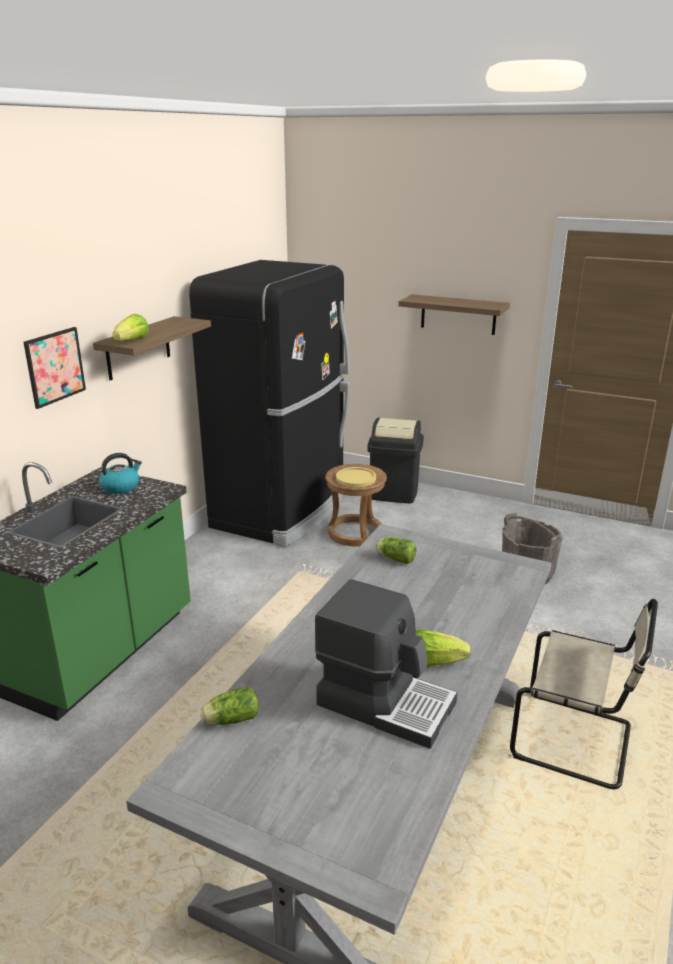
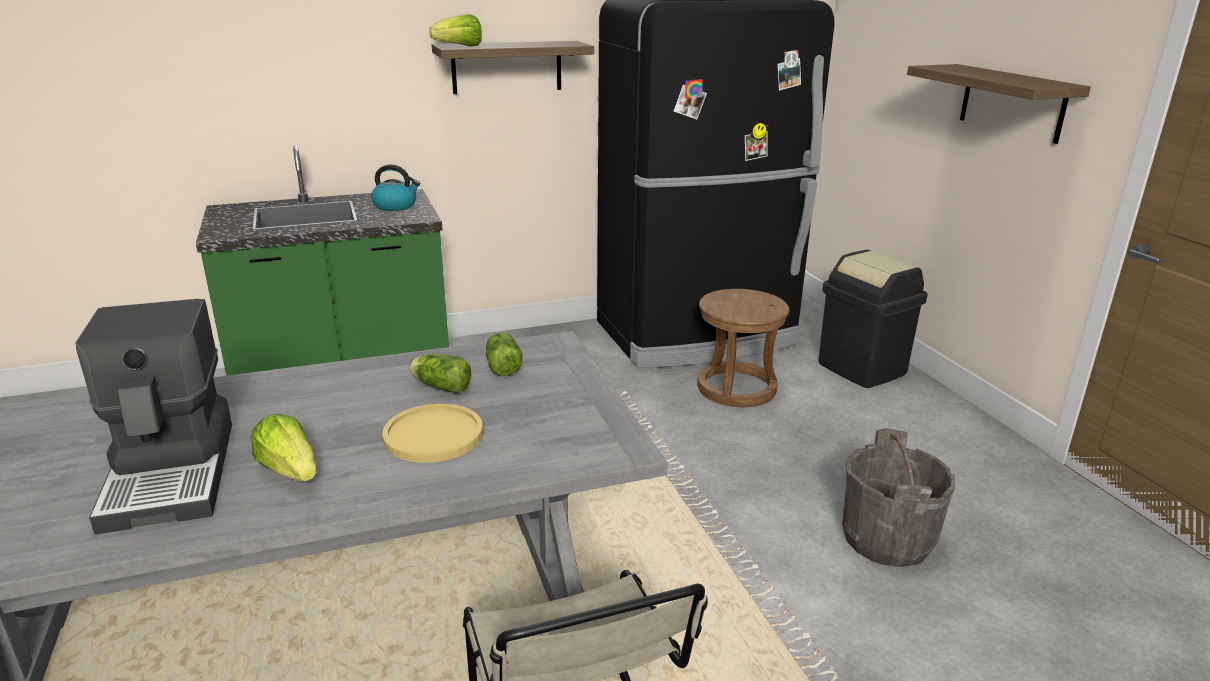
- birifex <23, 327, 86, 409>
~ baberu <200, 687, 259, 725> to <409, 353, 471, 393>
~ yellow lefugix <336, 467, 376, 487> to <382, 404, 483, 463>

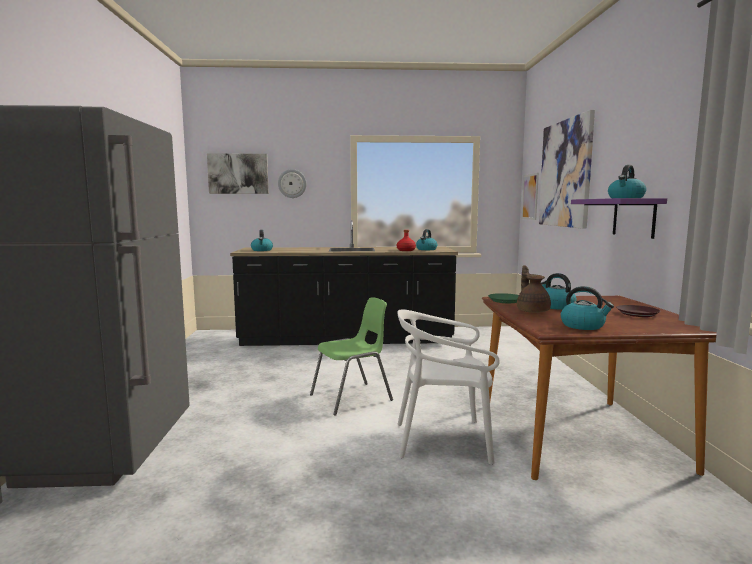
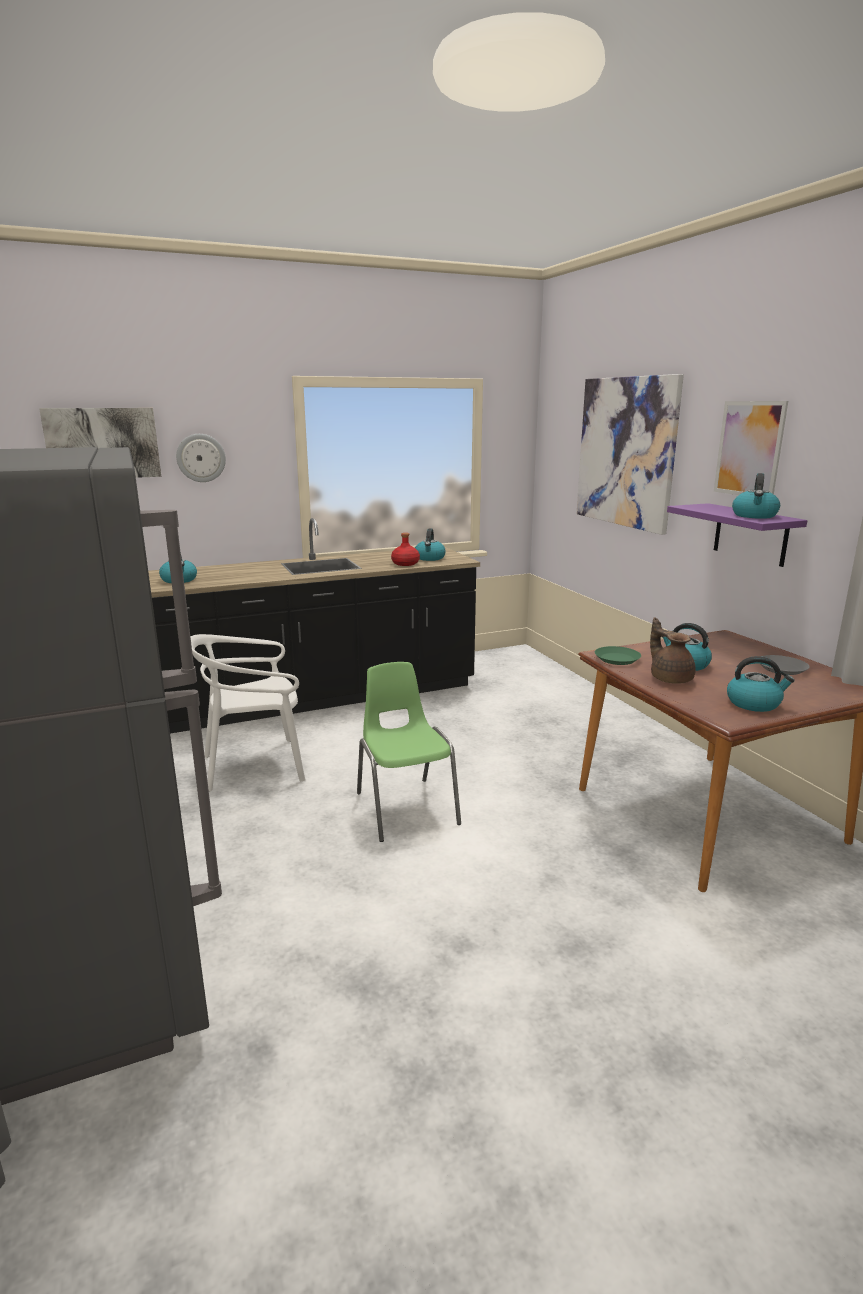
~ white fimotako <397, 310, 500, 465> to <191, 634, 306, 792>
~ birifex <522, 173, 539, 220> to <714, 401, 788, 495>
~ brown lefugix <616, 305, 660, 317> to grey lefugix <761, 655, 809, 675>
~ green fimotako <310, 297, 393, 416> = <357, 662, 461, 842> 60 degrees counterclockwise

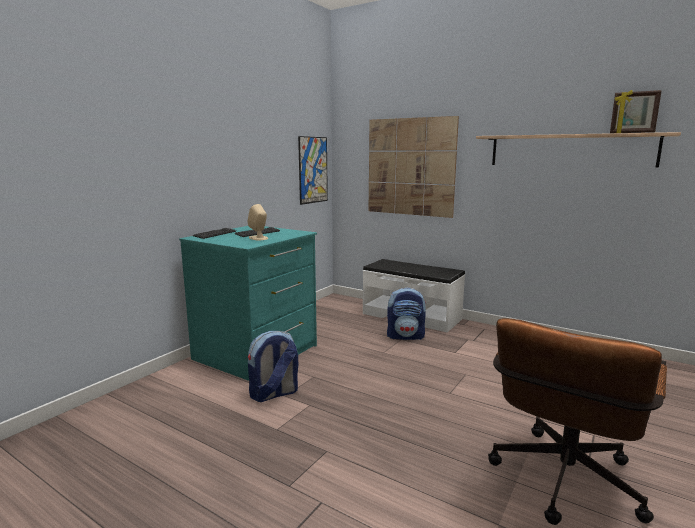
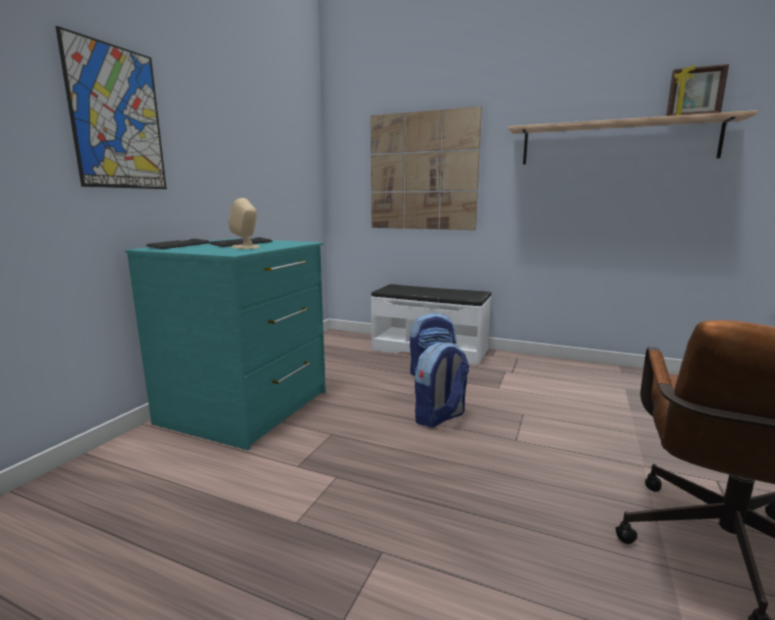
~ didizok <248, 331, 298, 402> to <415, 342, 469, 428>
~ birifex <298, 136, 328, 205> to <55, 26, 167, 189>

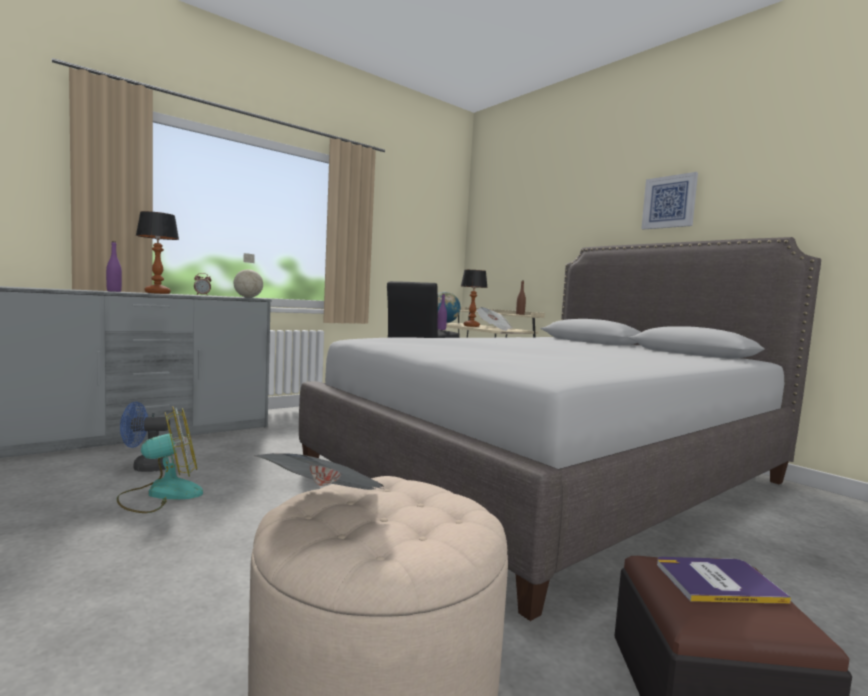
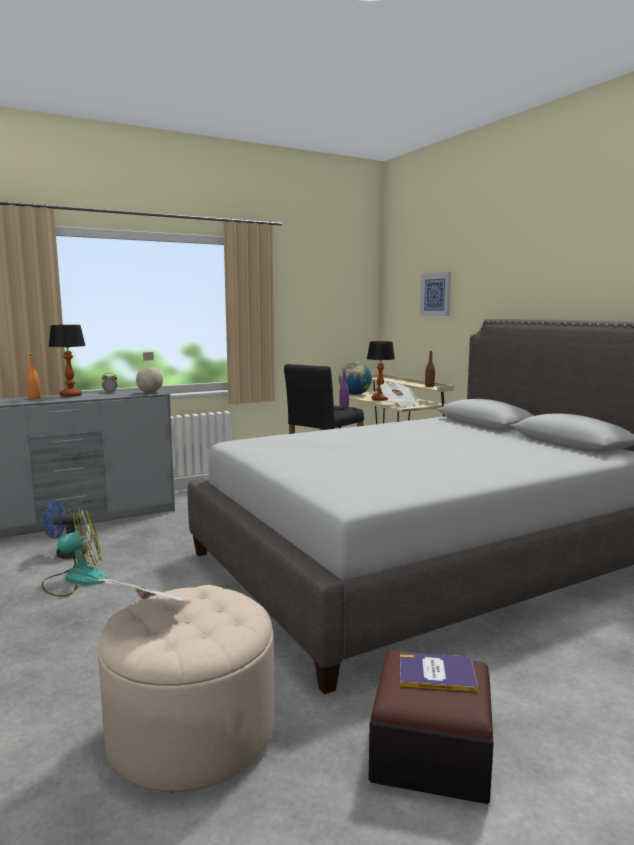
~ birifex <641, 172, 698, 230> to <420, 272, 451, 316>
~ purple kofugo <106, 241, 122, 292> to orange kofugo <27, 355, 40, 399>

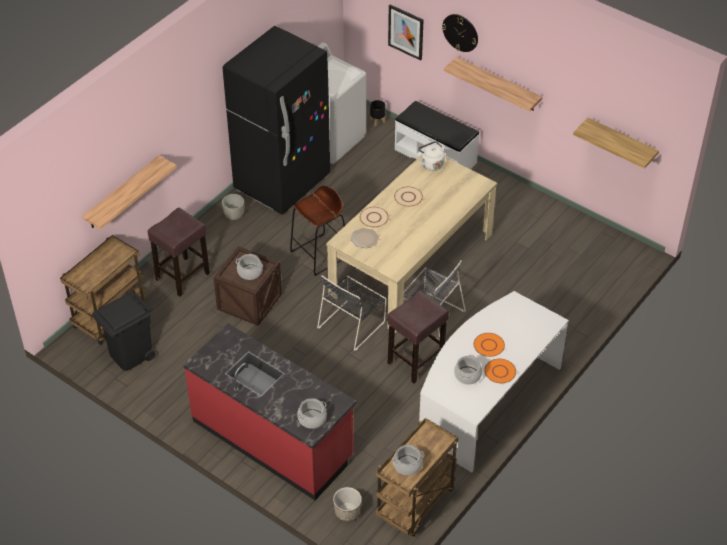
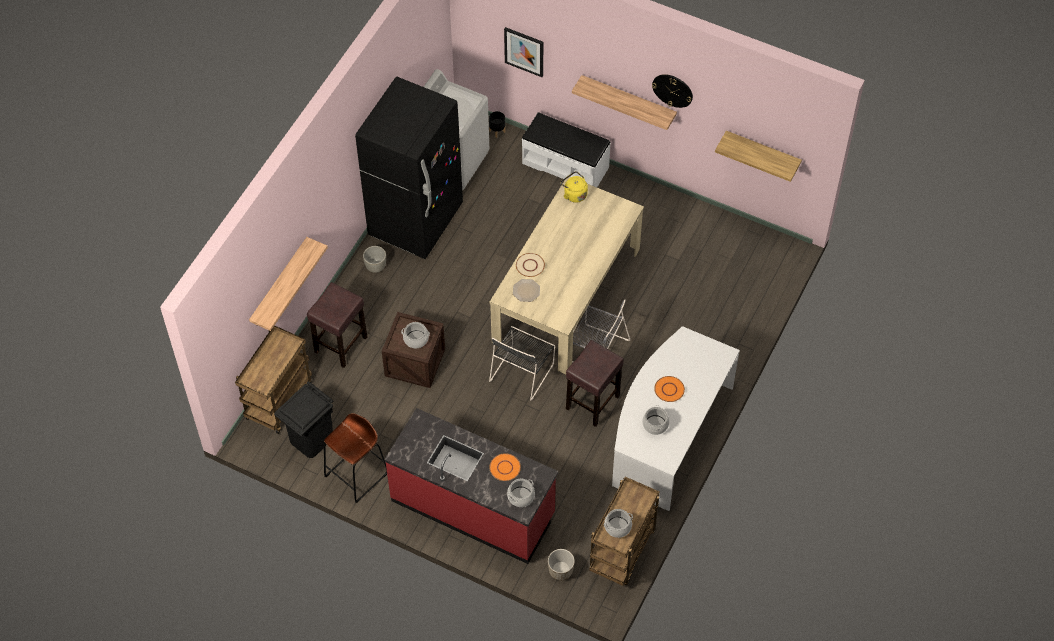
- beige lefugix <394, 186, 423, 207>
~ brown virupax <290, 185, 345, 276> to <324, 413, 387, 503>
~ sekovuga <442, 14, 478, 52> to <652, 74, 693, 108>
~ orange lefugix <484, 359, 516, 383> to <489, 453, 521, 481>
~ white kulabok <418, 141, 445, 171> to yellow kulabok <560, 171, 588, 203>

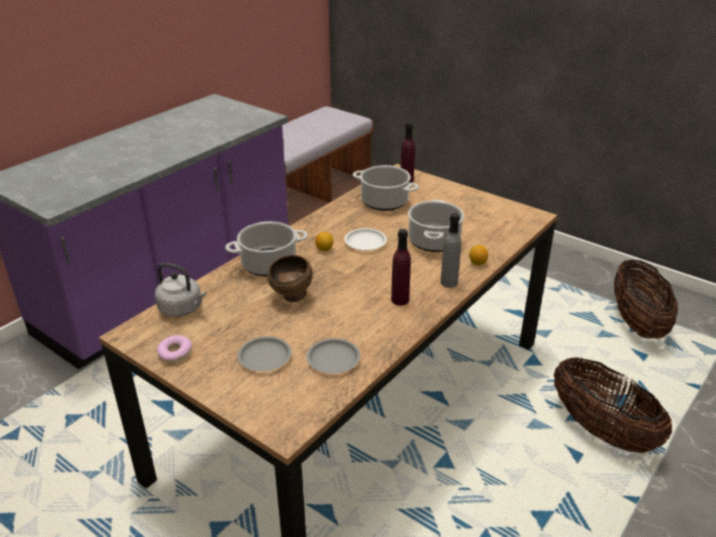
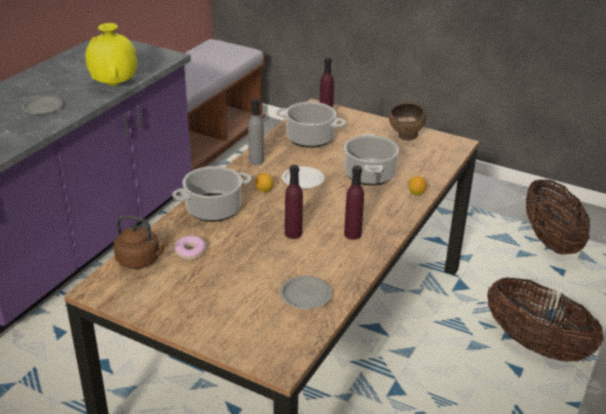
+ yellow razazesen <85, 23, 137, 86>
+ purple kofugo <285, 165, 303, 239>
~ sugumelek <157, 335, 192, 363> to <175, 236, 206, 260>
~ grey lefugix <237, 336, 292, 371> to <22, 96, 63, 115>
~ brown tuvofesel <267, 255, 313, 302> to <389, 103, 426, 141>
~ grey kofugo <441, 213, 461, 288> to <248, 98, 264, 165>
~ grey kulabok <155, 263, 206, 317> to brown kulabok <113, 215, 168, 269>

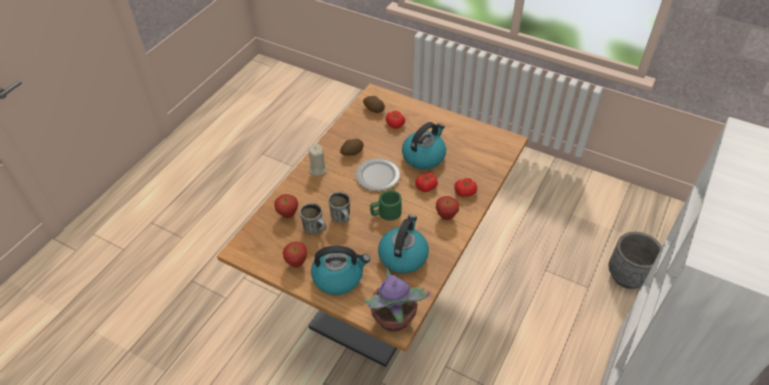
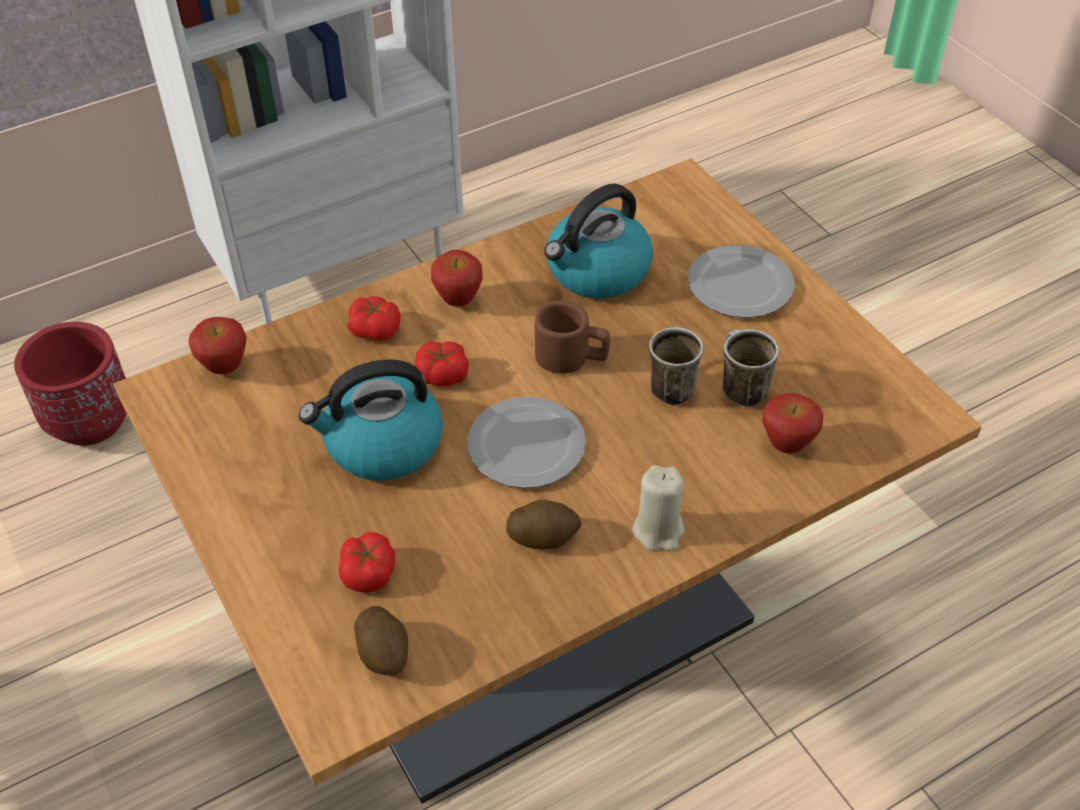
- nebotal <363, 268, 430, 332>
~ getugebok <283, 241, 307, 268> to <188, 317, 247, 374>
~ kulabok <311, 246, 370, 295> to lefugix <688, 245, 794, 318>
~ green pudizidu <370, 190, 402, 221> to brown pudizidu <535, 301, 610, 374>
~ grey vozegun <609, 232, 662, 289> to red vozegun <14, 322, 127, 446>

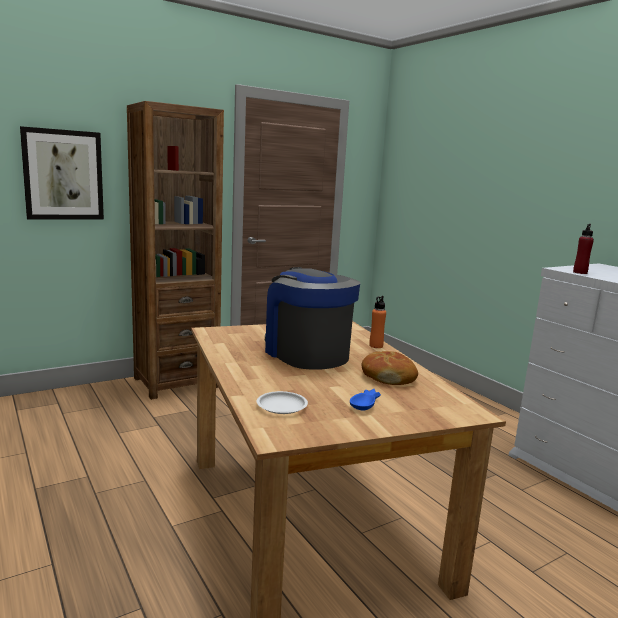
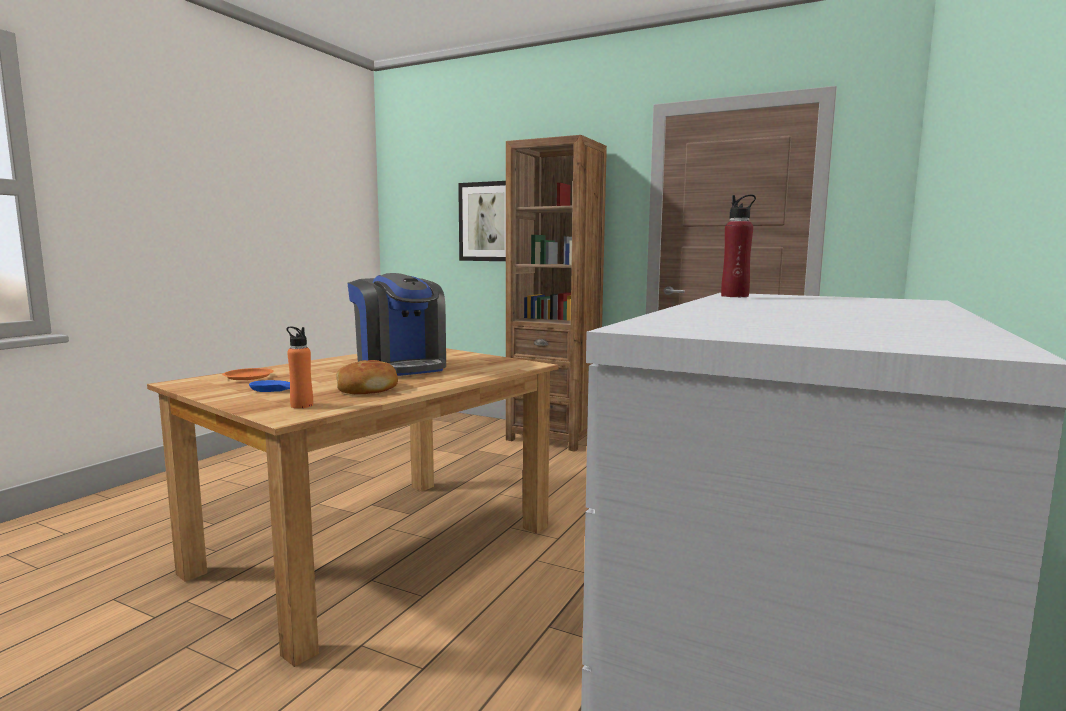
~ orange kofugo <369, 296, 386, 348> to <287, 326, 313, 408>
~ white lefugix <257, 391, 308, 414> to orange lefugix <222, 368, 274, 380>
~ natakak <265, 267, 360, 369> = <348, 273, 446, 376> 120 degrees clockwise

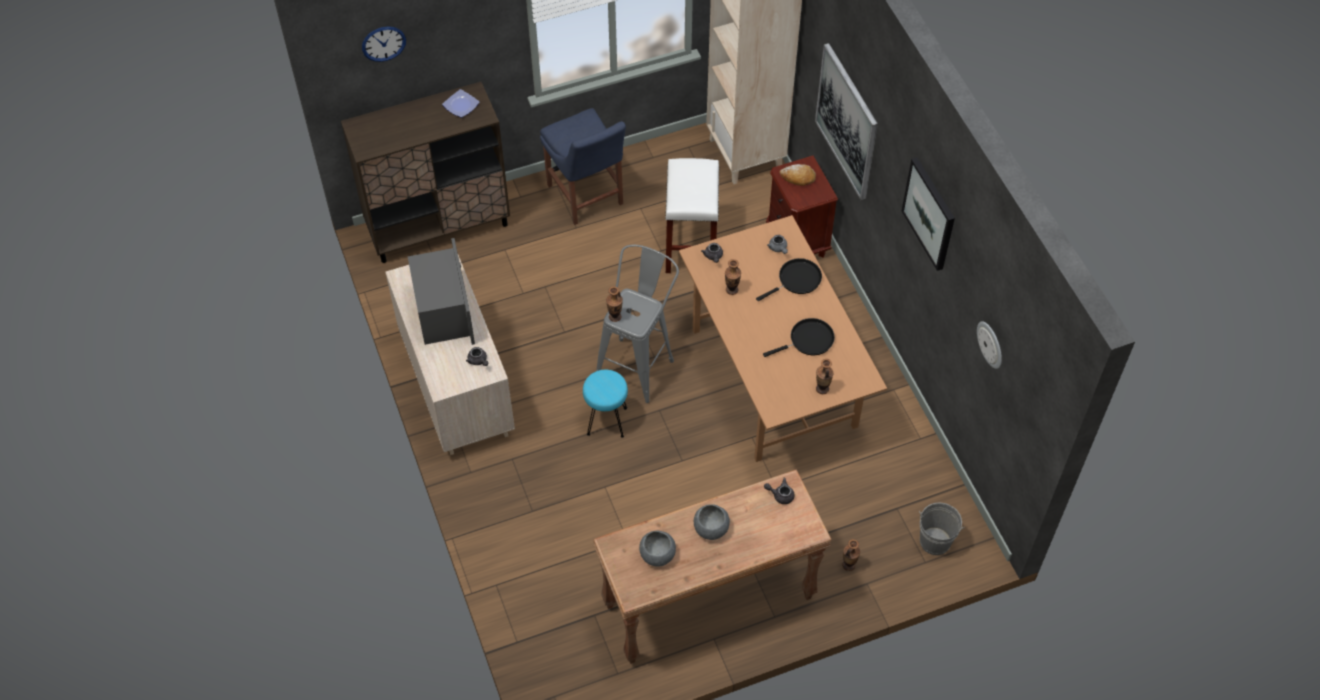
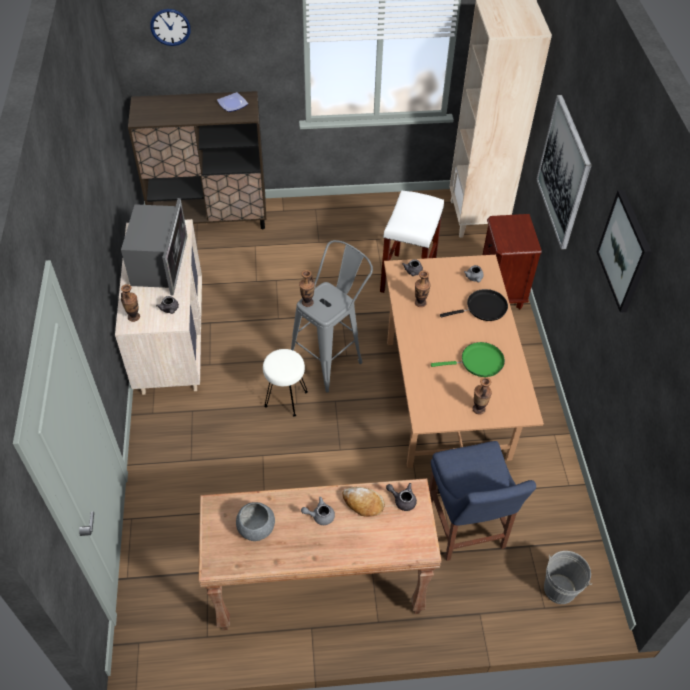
- sekovuga <977, 321, 1002, 369>
~ blue fimotako <540, 108, 626, 225> to <429, 441, 536, 561>
~ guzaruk <779, 164, 816, 186> to <342, 487, 385, 517>
~ razazesen <842, 539, 860, 571> to <121, 284, 140, 322>
~ grey tuvofesel <694, 504, 730, 540> to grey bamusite <301, 497, 335, 525>
~ turquoise virupax <583, 370, 628, 438> to white virupax <263, 349, 308, 417>
~ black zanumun <763, 318, 835, 357> to green zanumun <431, 342, 505, 377>

